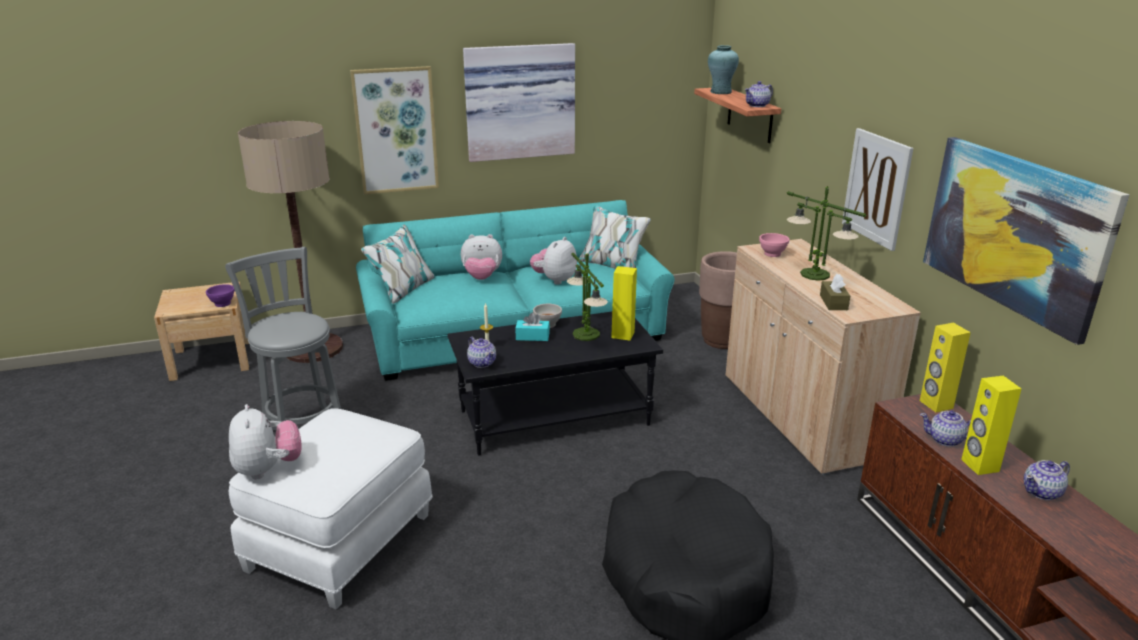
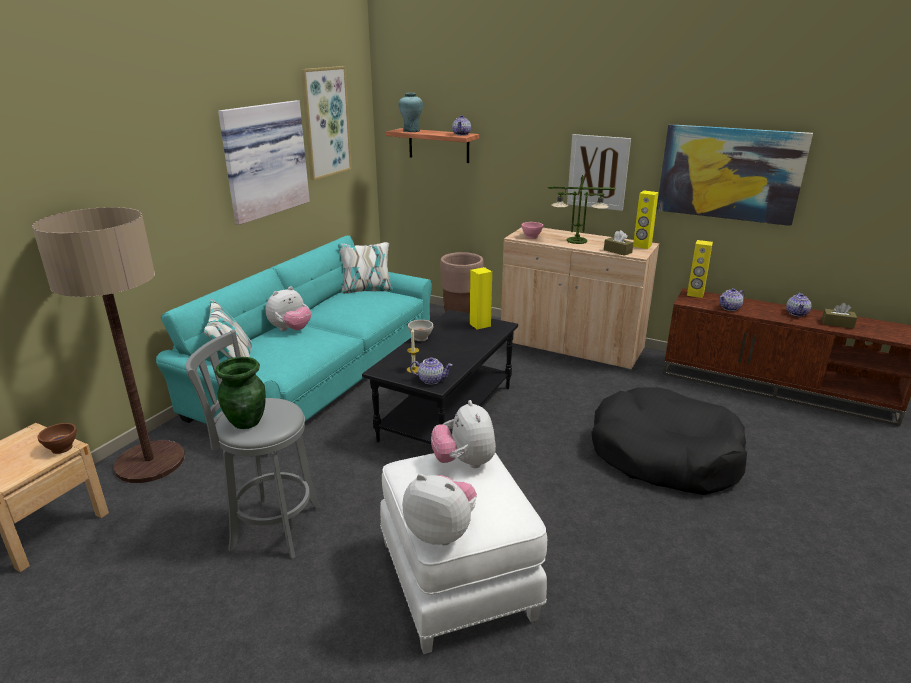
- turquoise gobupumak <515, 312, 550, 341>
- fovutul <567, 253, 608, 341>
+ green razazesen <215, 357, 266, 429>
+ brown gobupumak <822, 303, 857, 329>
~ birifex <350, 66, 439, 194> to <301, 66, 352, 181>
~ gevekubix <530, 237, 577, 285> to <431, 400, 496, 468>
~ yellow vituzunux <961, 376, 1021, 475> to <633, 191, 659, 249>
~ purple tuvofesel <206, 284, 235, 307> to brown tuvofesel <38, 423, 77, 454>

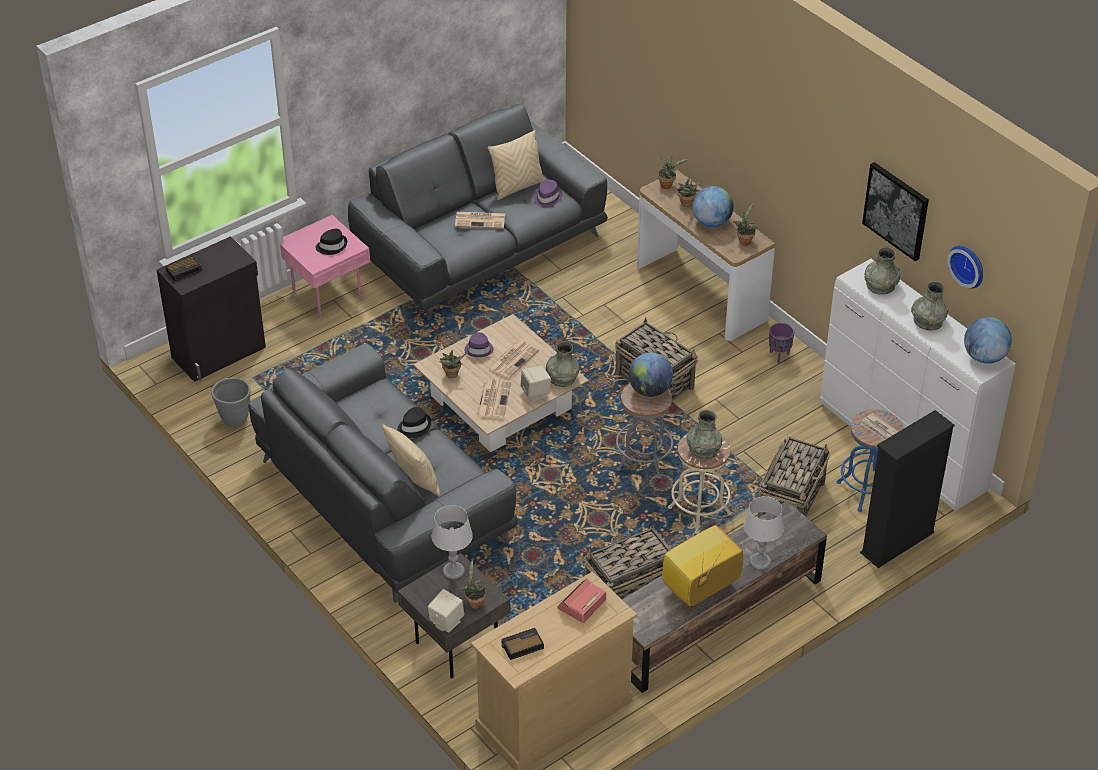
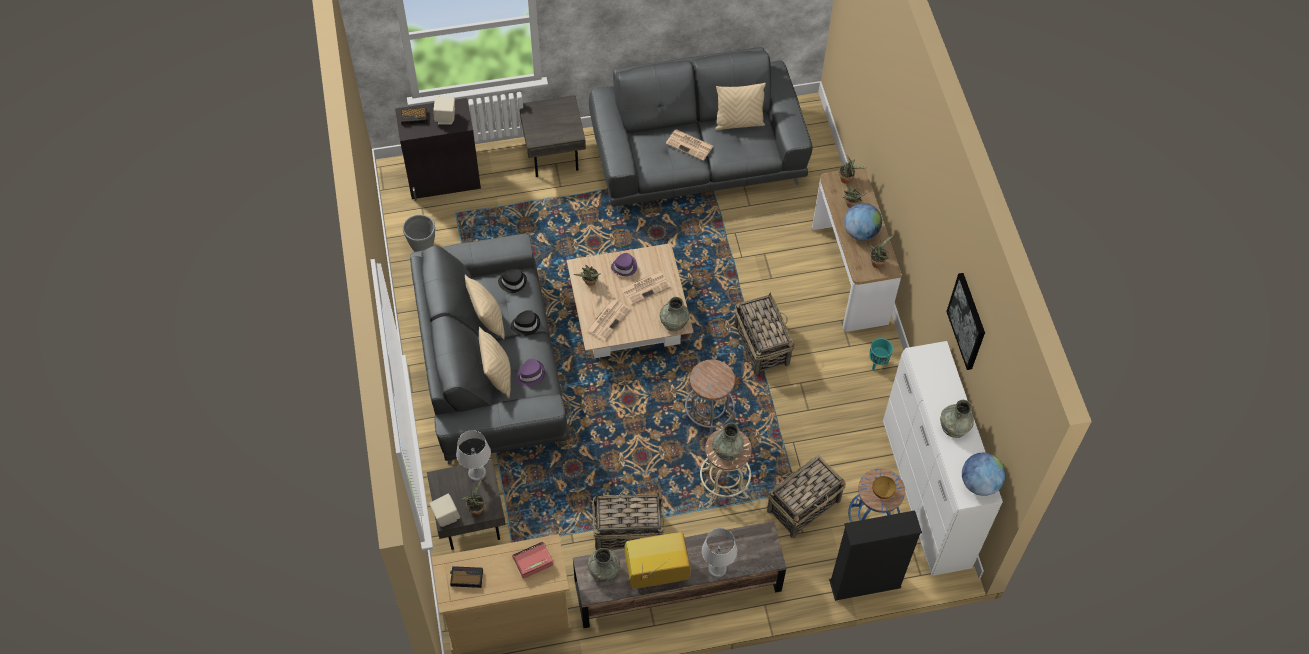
- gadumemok <629, 353, 673, 397>
- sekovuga <947, 246, 983, 289>
+ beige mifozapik <465, 275, 505, 339>
~ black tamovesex <316, 229, 347, 255> to <498, 269, 527, 293>
~ beige vituzunux <520, 365, 551, 402> to <433, 96, 455, 124>
~ purple tamovesex <534, 180, 562, 208> to <516, 359, 545, 387>
~ grey razazesen <865, 247, 900, 295> to <588, 548, 620, 582>
~ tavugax <861, 413, 899, 440> to tuvofesel <872, 476, 896, 499>
~ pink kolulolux <280, 215, 370, 318> to grey kolulolux <520, 95, 586, 177>
~ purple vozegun <769, 323, 794, 364> to turquoise vozegun <869, 338, 893, 370>

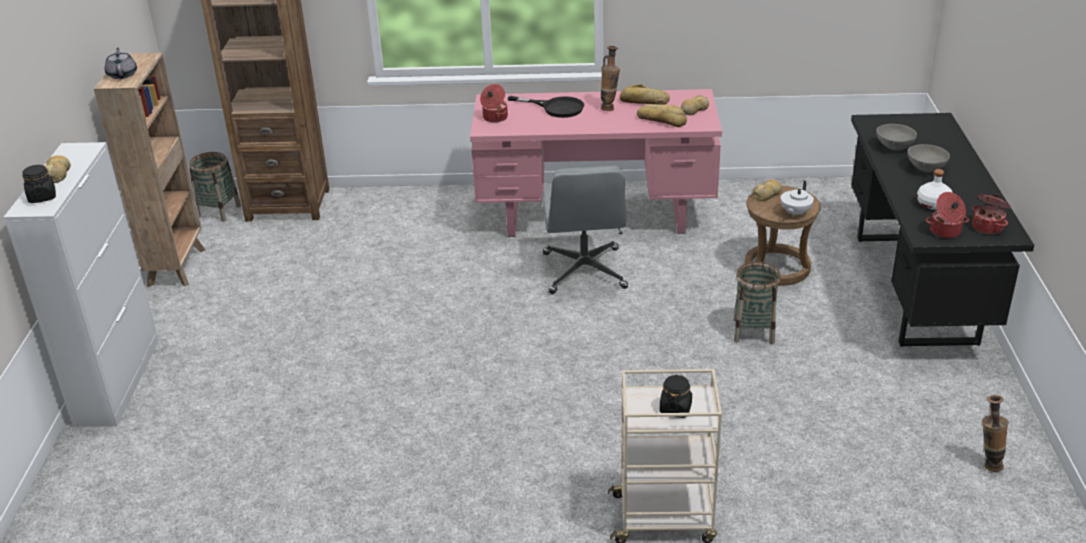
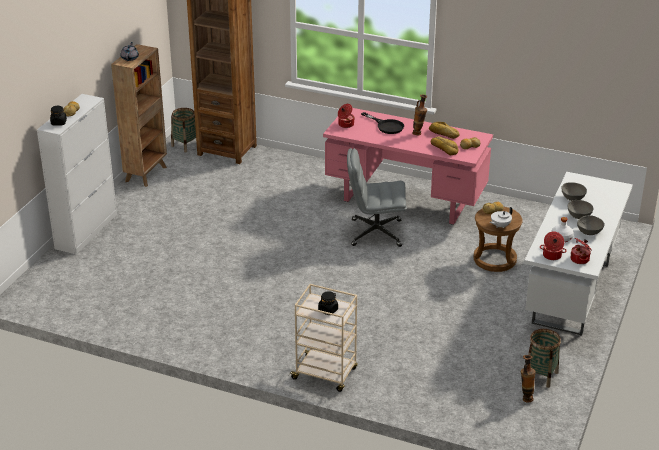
+ grey tuvofesel <577, 215, 604, 235>
~ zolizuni <733, 262, 781, 344> to <528, 329, 561, 388>
~ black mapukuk <851, 113, 1034, 347> to white mapukuk <524, 172, 633, 336>
~ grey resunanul <542, 166, 628, 294> = <347, 148, 407, 247> 75 degrees clockwise

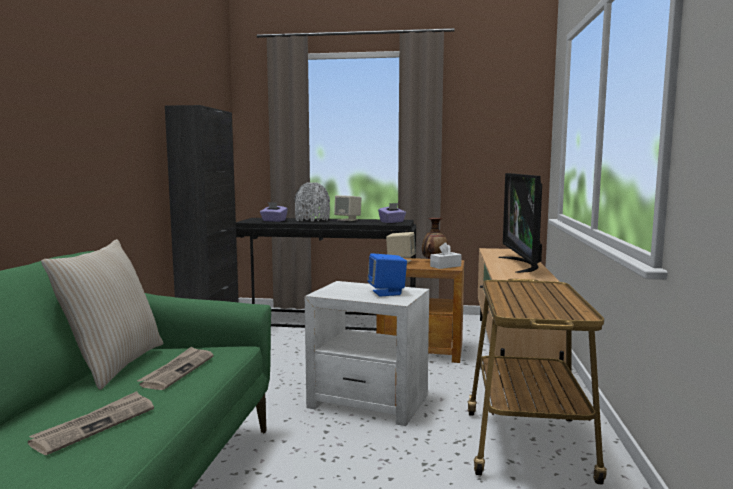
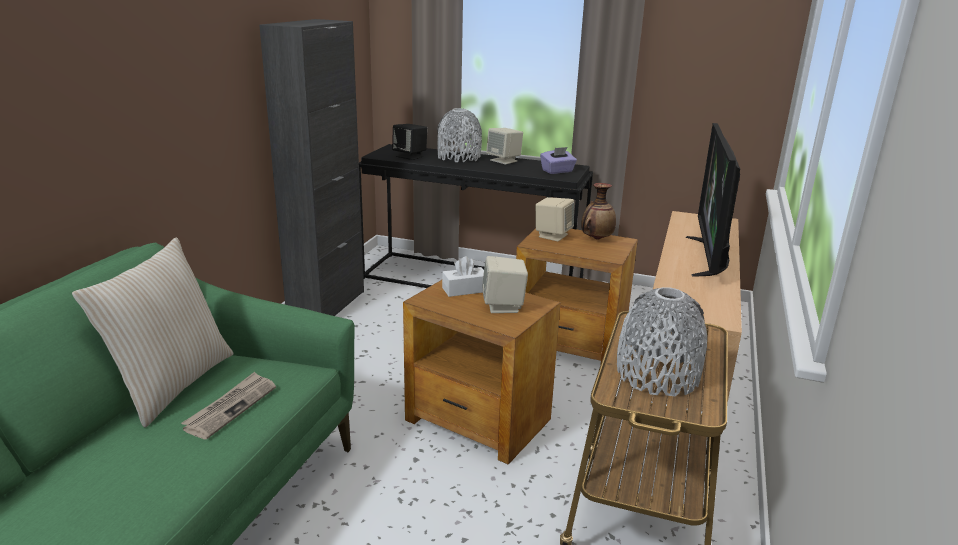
- tavugax <28, 391, 154, 455>
+ grey razazesen <617, 287, 707, 396>
~ white gobupumak <430, 242, 462, 269> to <442, 256, 484, 297>
~ purple gobupumak <260, 202, 288, 222> to black vituzunux <392, 124, 427, 160>
~ white kolulolux <305, 281, 429, 426> to brown kolulolux <403, 280, 561, 465>
~ blue vituzunux <367, 254, 407, 297> to beige vituzunux <482, 256, 528, 313>

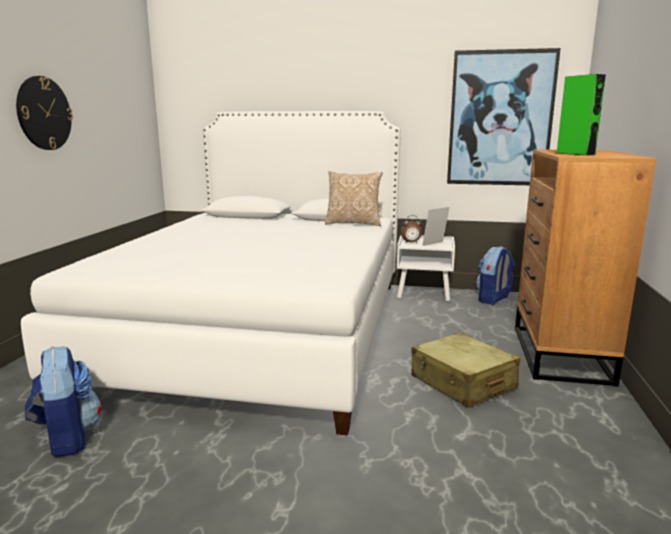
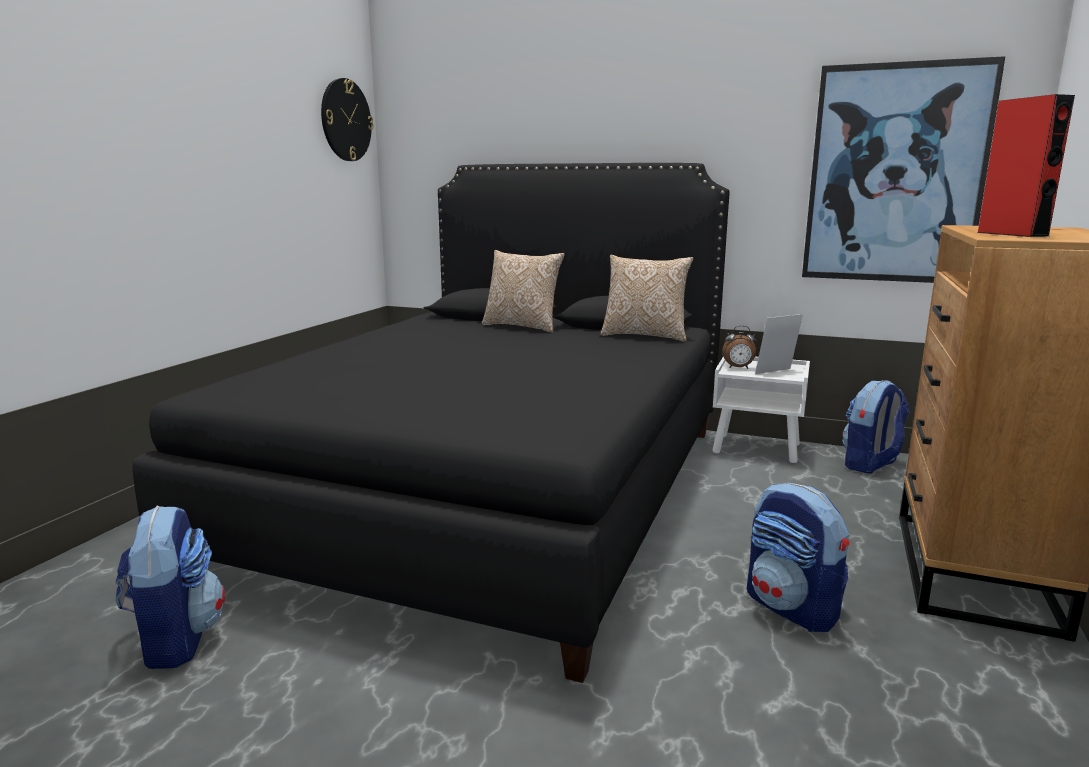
+ mifozapik <482, 250, 565, 333>
~ sekovuga <16, 76, 73, 150> to <321, 78, 374, 161>
~ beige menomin <411, 333, 520, 408> to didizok <747, 483, 849, 632>
~ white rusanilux <21, 111, 401, 436> to black rusanilux <133, 163, 730, 683>
~ green vituzunux <556, 74, 606, 155> to red vituzunux <977, 94, 1075, 237>

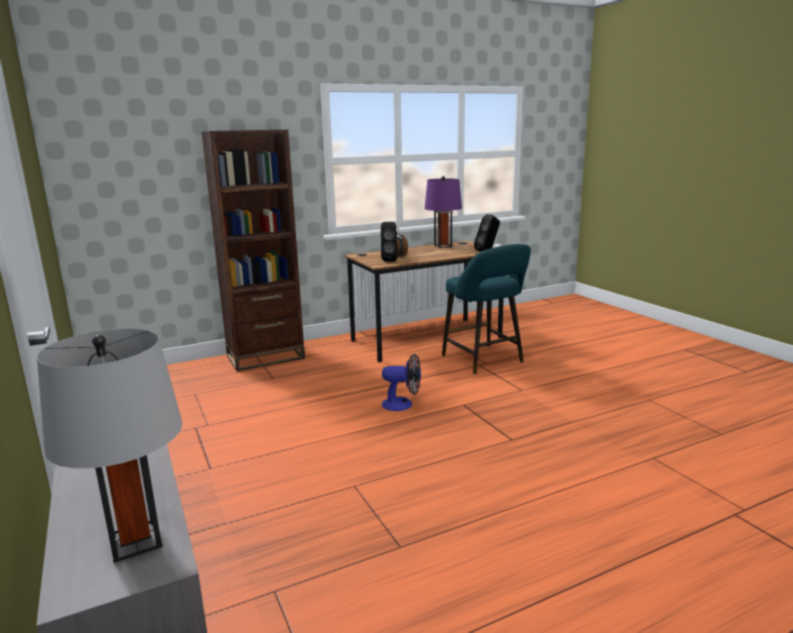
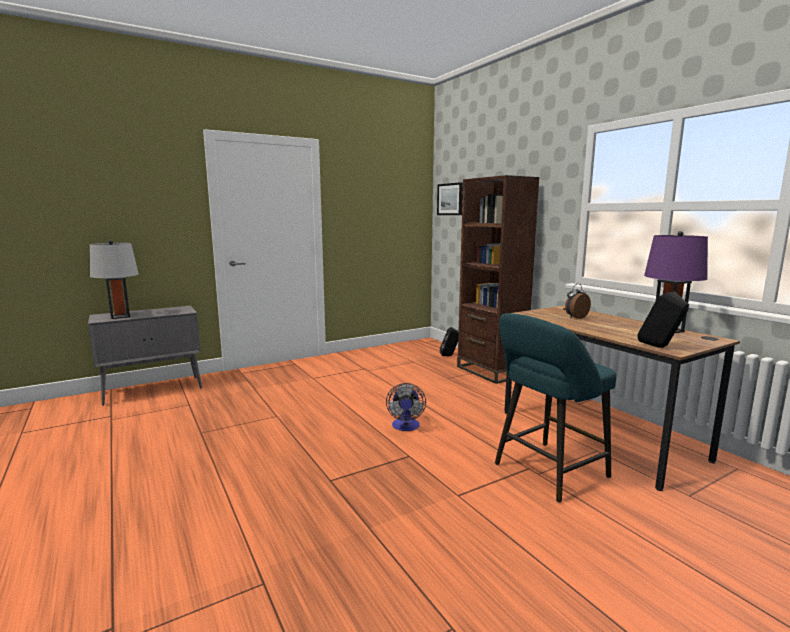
+ birifex <437, 182, 463, 215>
~ black vituzunux <381, 222, 398, 262> to <440, 327, 459, 356>

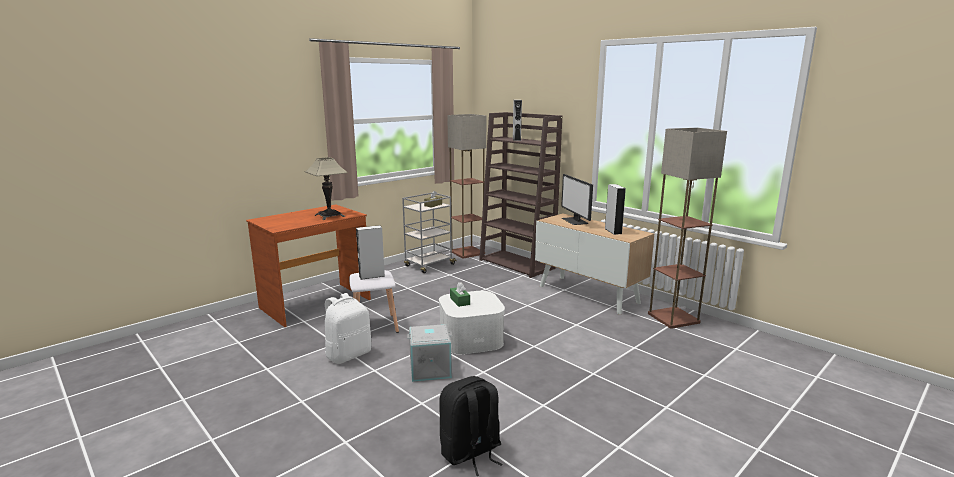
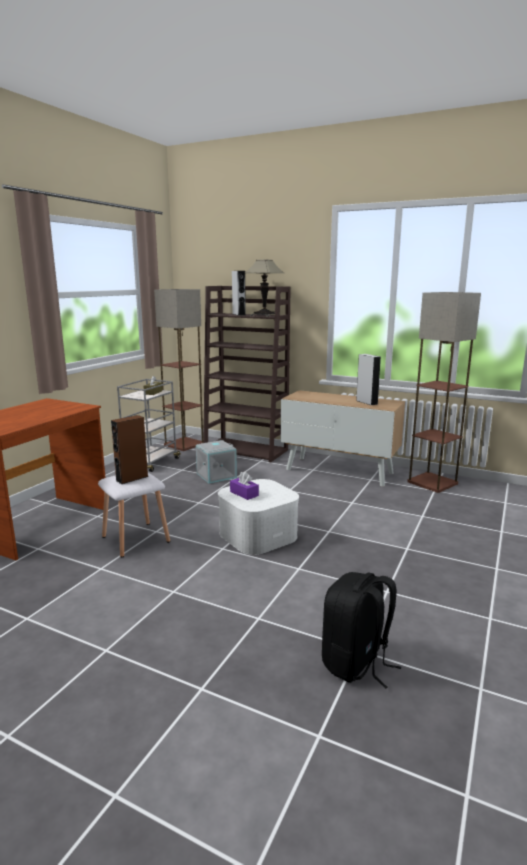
- white didizok <325, 293, 371, 364>
- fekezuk <561, 174, 593, 225>
~ fovutul <305, 157, 348, 220> to <245, 259, 284, 317>
~ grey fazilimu <407, 324, 452, 382> to <196, 440, 237, 483>
~ grey vituzunux <356, 225, 385, 280> to brown vituzunux <111, 415, 148, 484>
~ green gobupumak <450, 282, 470, 307> to purple gobupumak <230, 471, 259, 500>

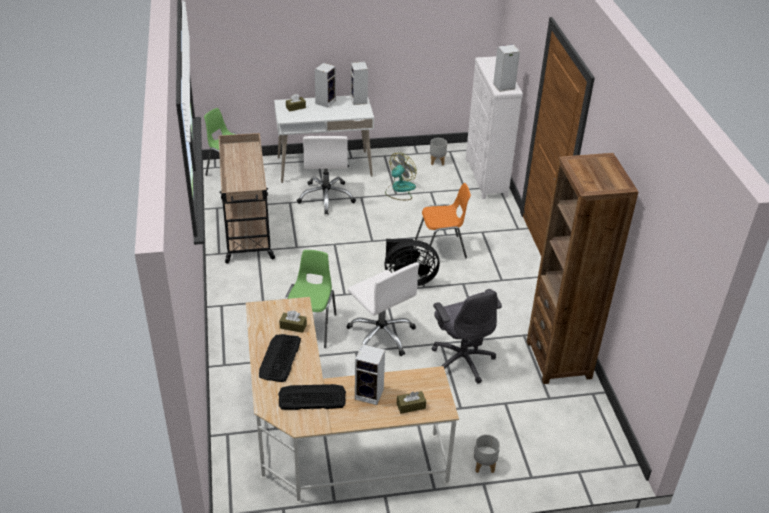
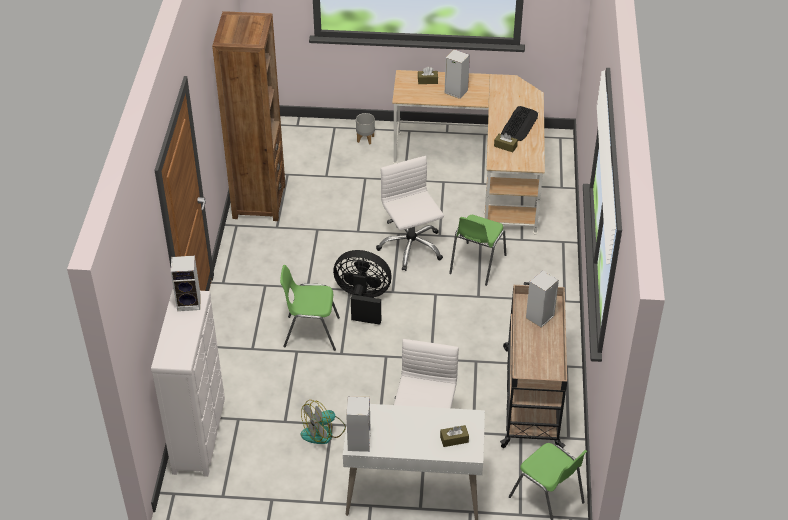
- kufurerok <278, 384, 346, 410>
- grey vozegun <430, 138, 447, 165>
- grey resunanul <432, 289, 502, 384>
~ vituzunux <315, 63, 336, 108> to <526, 270, 559, 328>
~ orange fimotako <415, 183, 471, 263> to green fimotako <280, 265, 340, 351>

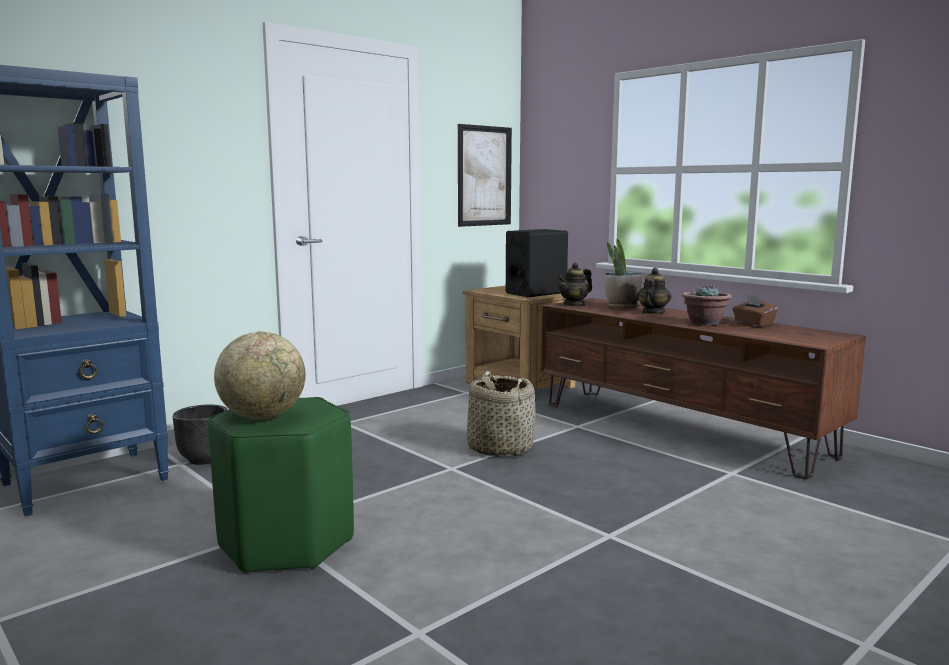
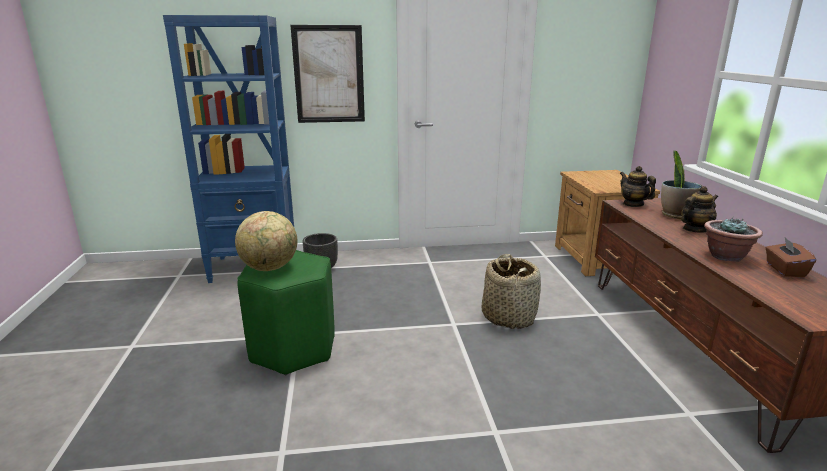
- black vituzunux <506, 229, 568, 297>
~ birifex <458, 124, 512, 227> to <290, 25, 365, 123>
~ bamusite <557, 262, 592, 306> = <620, 166, 656, 207> 60 degrees clockwise

